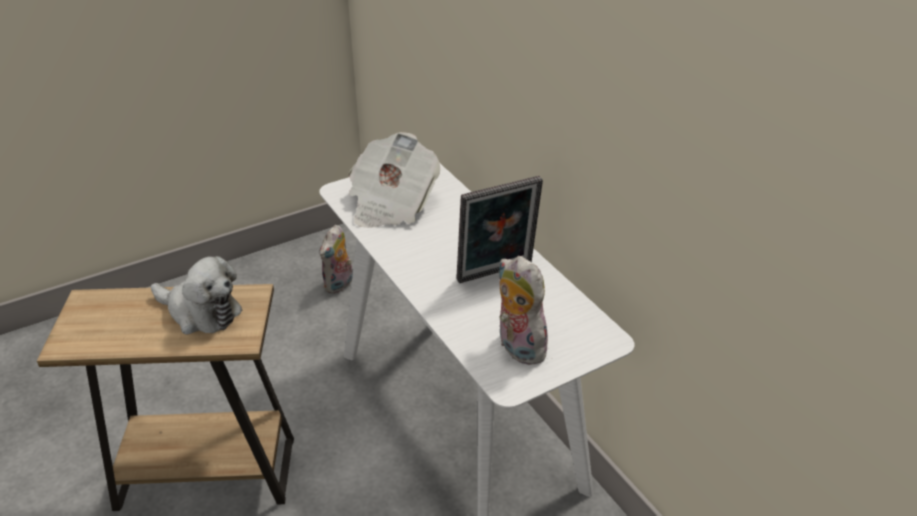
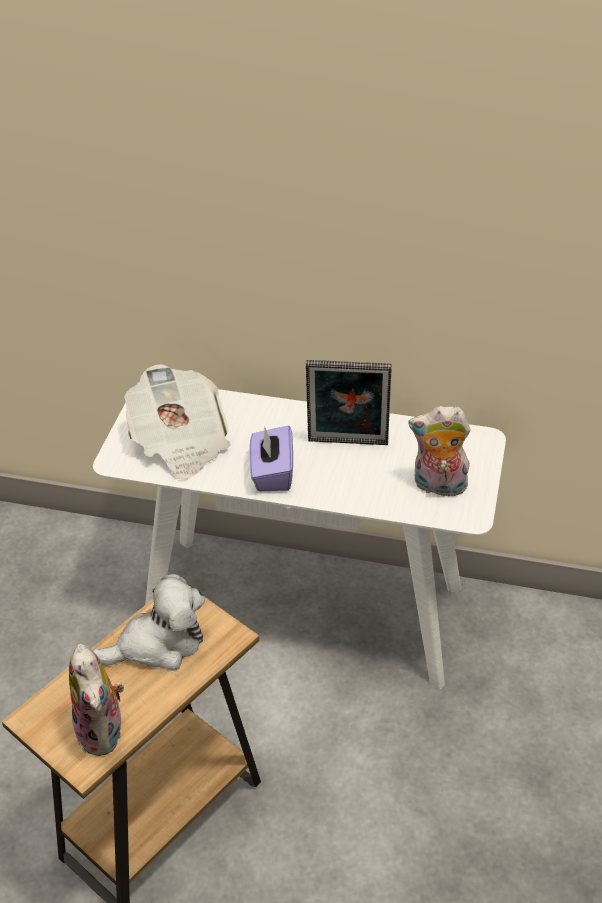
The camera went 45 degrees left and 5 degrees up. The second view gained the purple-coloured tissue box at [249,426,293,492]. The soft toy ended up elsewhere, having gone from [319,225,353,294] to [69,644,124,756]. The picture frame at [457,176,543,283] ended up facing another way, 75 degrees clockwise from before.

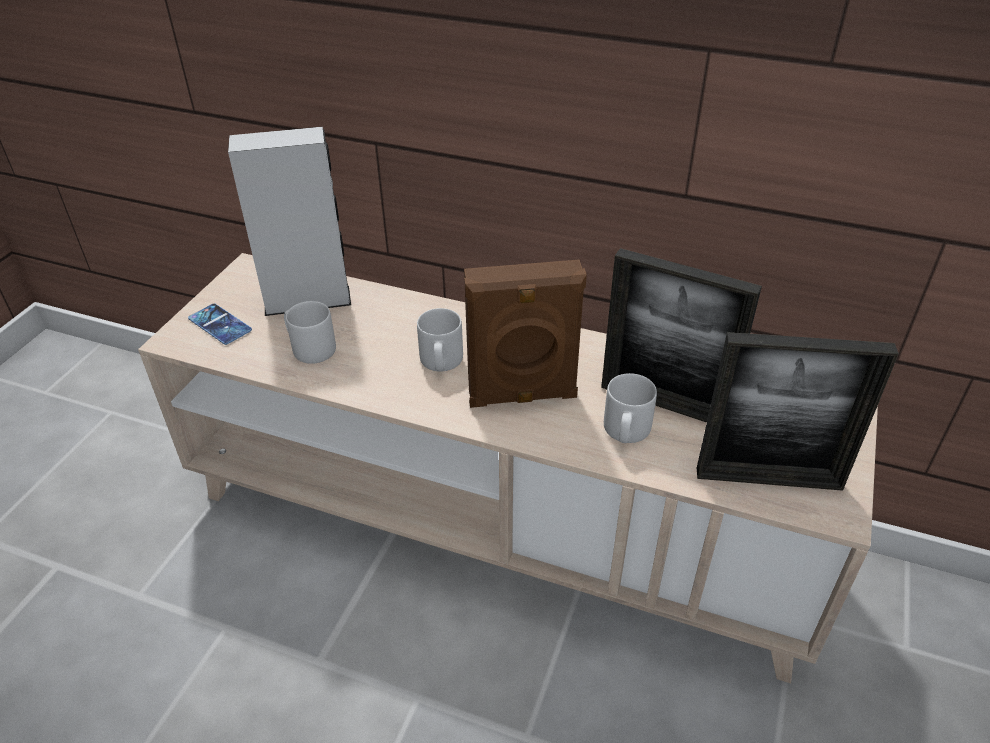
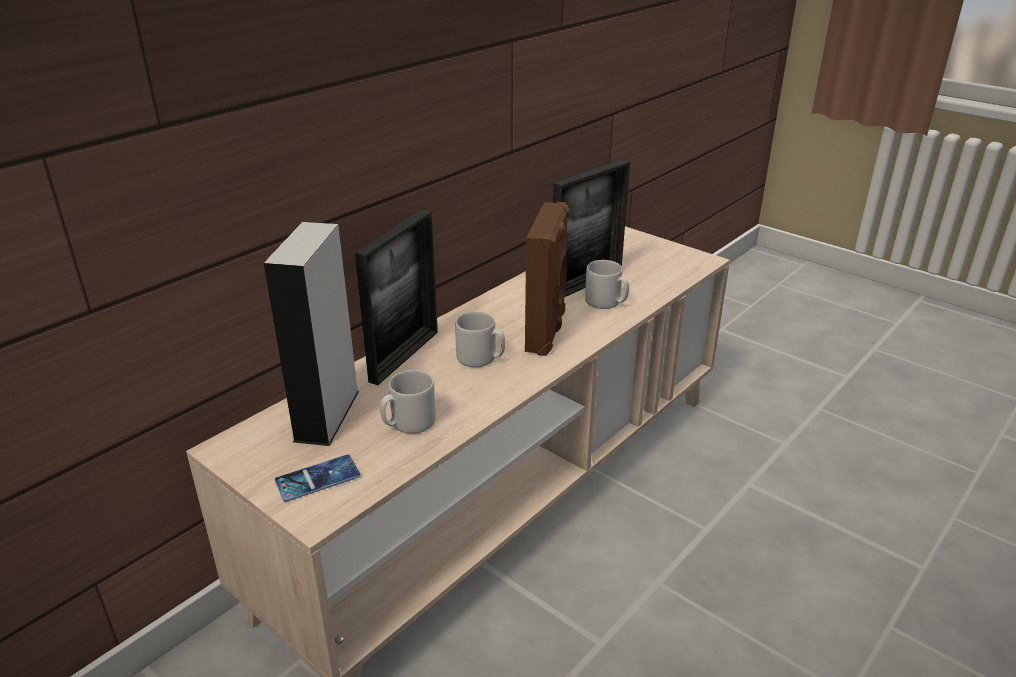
The camera went 70 degrees left and 10 degrees down. The picture frame ended up elsewhere, having gone from [697,332,899,491] to [355,210,438,385].

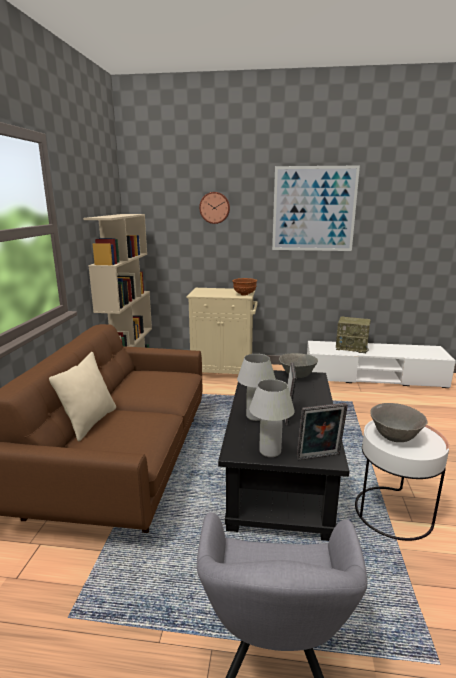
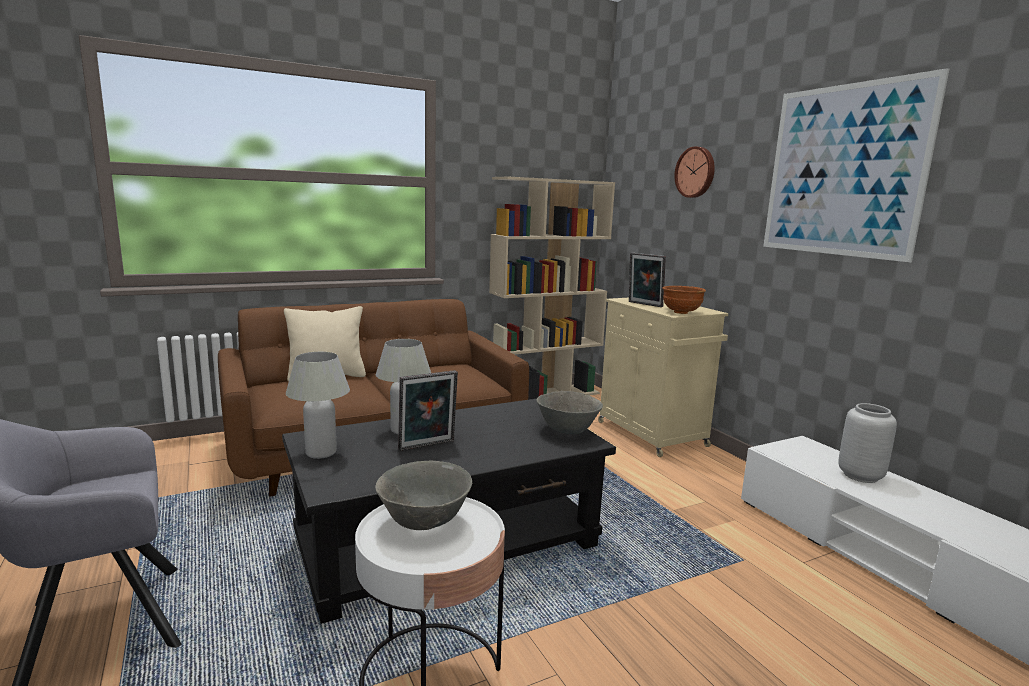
The camera went 55 degrees right and 5 degrees down. The picture frame ended up elsewhere, having gone from [297,403,348,461] to [629,253,666,307]. Where the radio receiver stood at [336,316,371,353], the greyish decorative vase came to stand at [838,403,897,483].

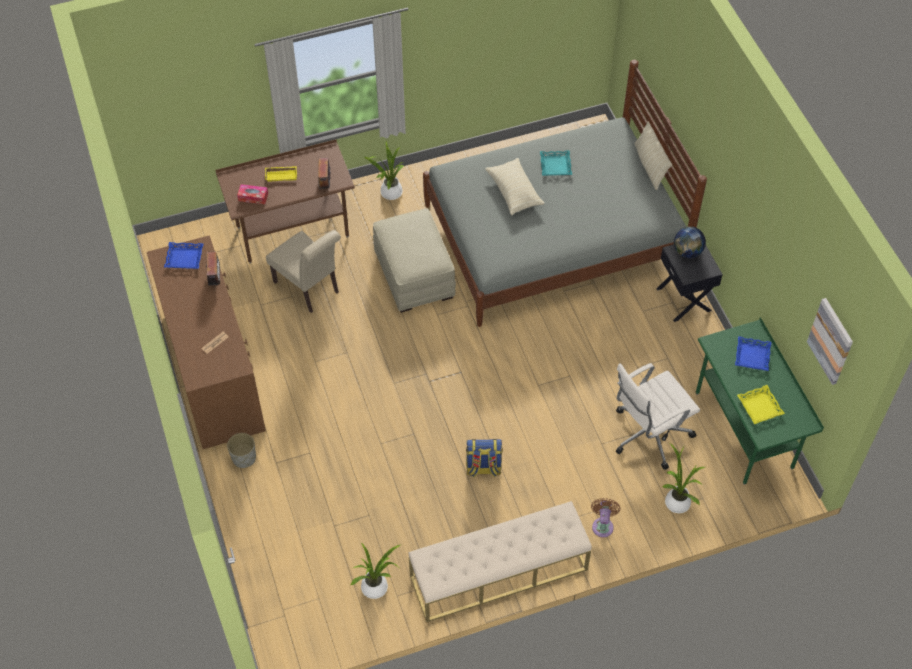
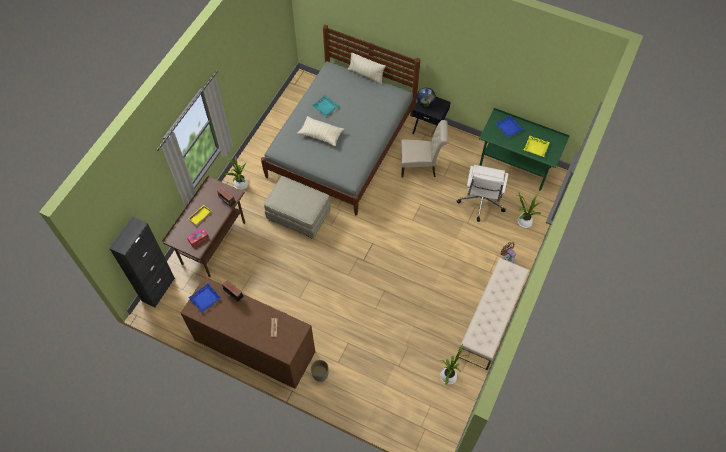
The camera went 45 degrees left and 5 degrees up. The second view lost the backpack at [466,439,503,477]. The second view lost the wall picture at [807,298,853,385]. The second view gained the black cupboard at [109,217,175,307]. The beige chair ended up elsewhere, having gone from [266,230,341,313] to [401,120,448,178].

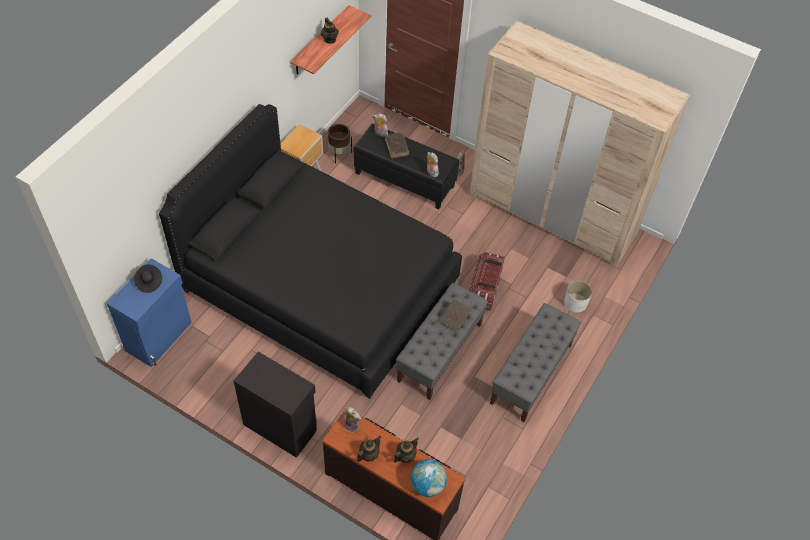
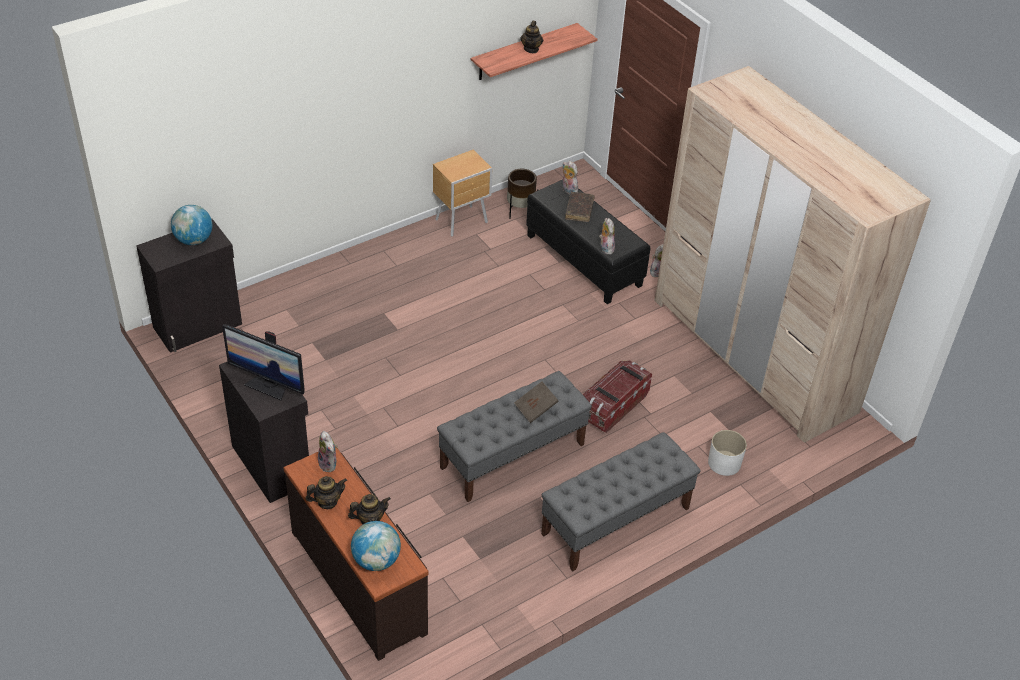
The camera went 25 degrees right and 10 degrees down. The second view lost the black sleeping bed at [159,104,462,399]. The second view gained the monitor at [222,324,305,400]. Where the black wearable hat stood at [134,264,162,293], the world globe came to stand at [171,205,212,245]. What was the bluish cupboard at [107,258,192,367] turned into the black cupboard at [136,219,242,353].

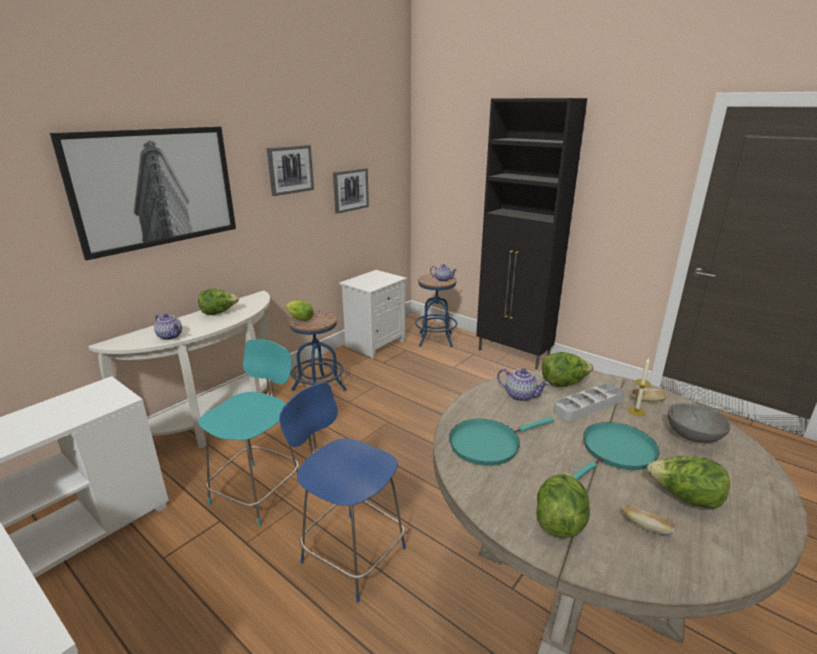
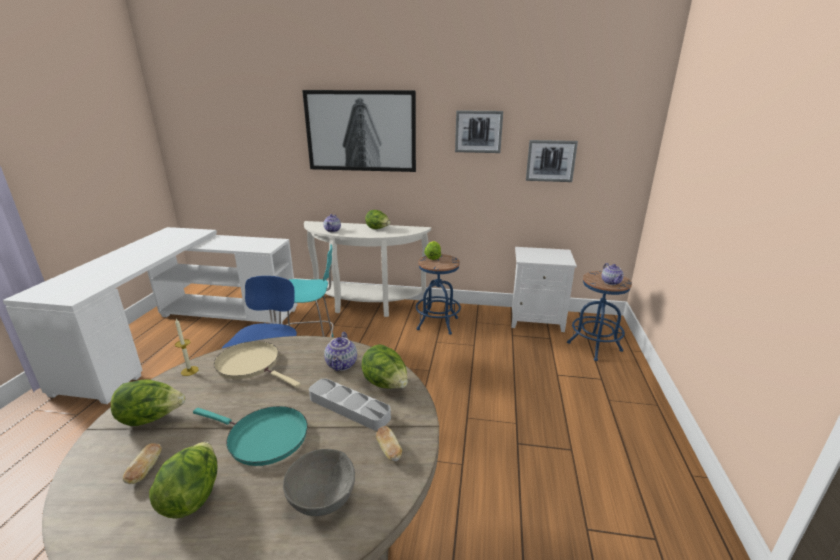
The camera went 60 degrees right and 0 degrees up. The second view lost the black cupboard at [476,98,587,369]. The wax light ended up elsewhere, having gone from [628,358,651,416] to [175,319,199,376]. What was the turquoise frying pan at [449,417,554,466] turned into the beige frying pan at [214,341,301,388].

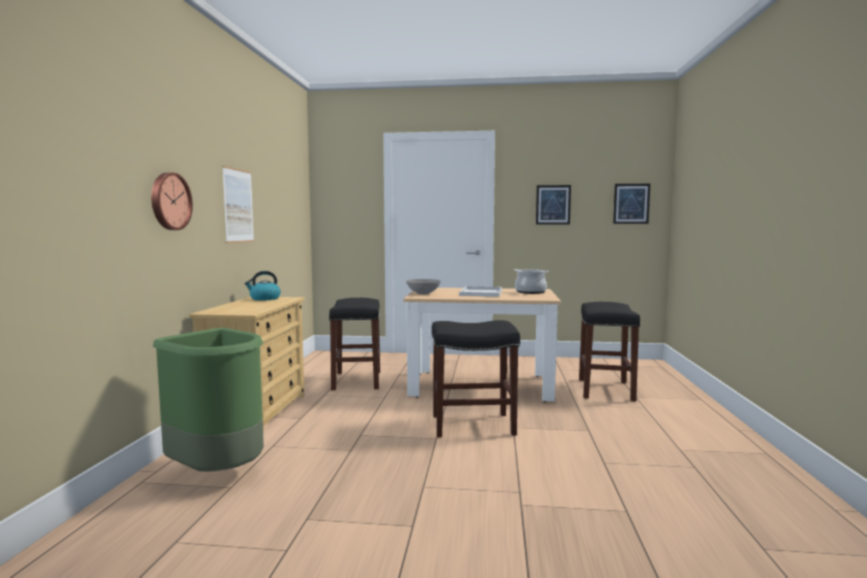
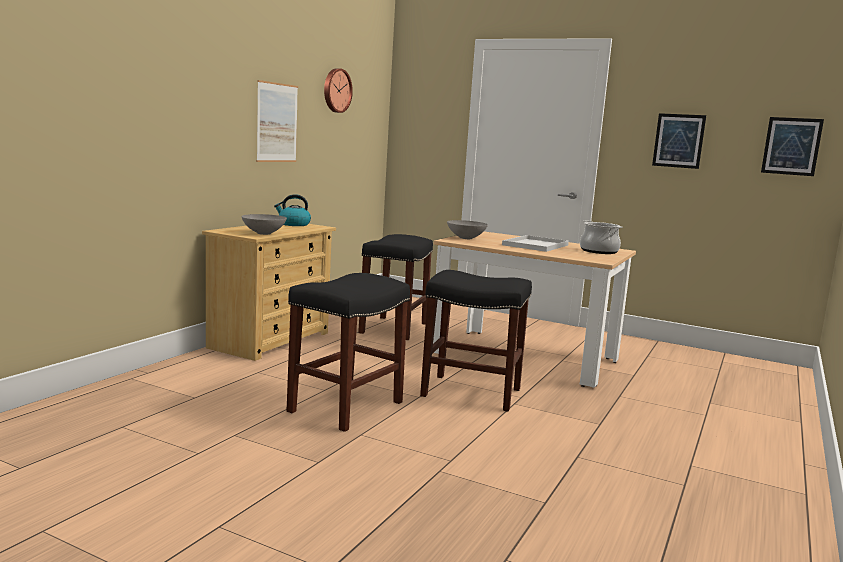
The camera went 20 degrees right and 5 degrees up. The second view lost the greenish rubbish bin at [153,328,264,472]. The second view gained the greyish deep dish at [241,214,287,235]. The clock on the wall ended up elsewhere, having gone from [151,173,193,230] to [324,68,353,113]. The black stool seat ended up elsewhere, having gone from [579,302,641,402] to [287,273,410,432].

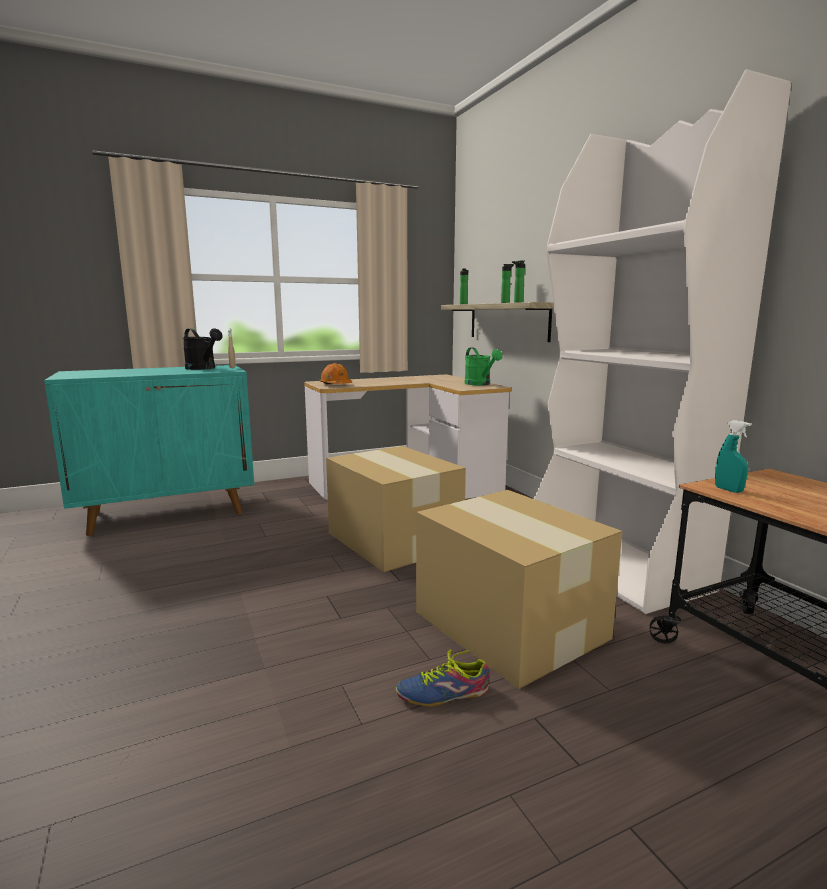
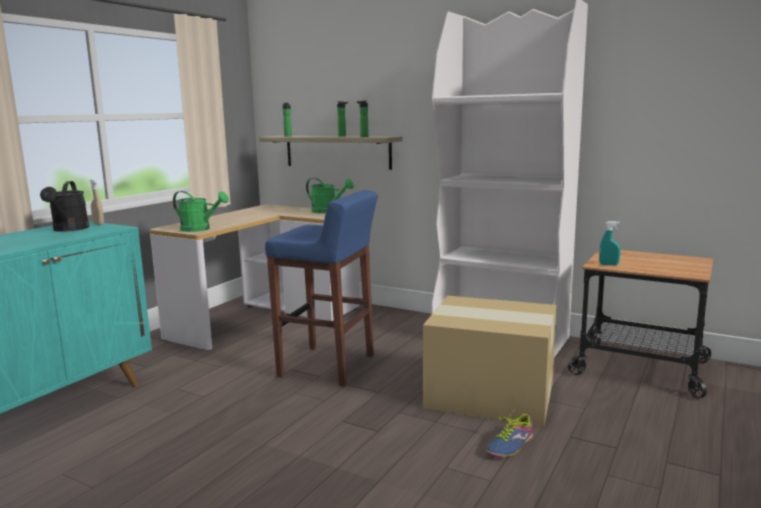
The camera went 35 degrees left and 0 degrees up. Where the orange safety helmet stood at [320,363,352,384], the greenish watering pot came to stand at [173,191,229,232]. Where the packing box stood at [326,446,466,572], the bluish stool seat came to stand at [265,190,377,386]. The black watering pot at [183,328,223,370] ended up facing another way, 75 degrees clockwise from before.

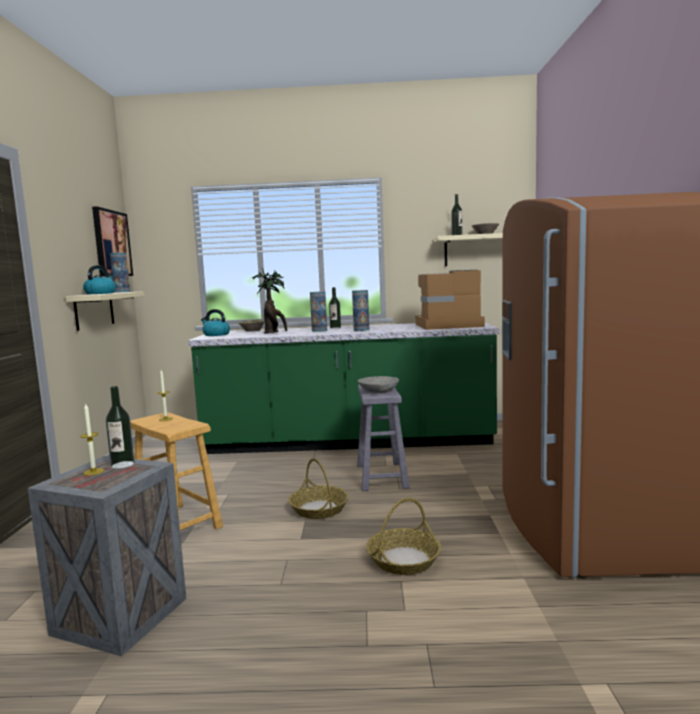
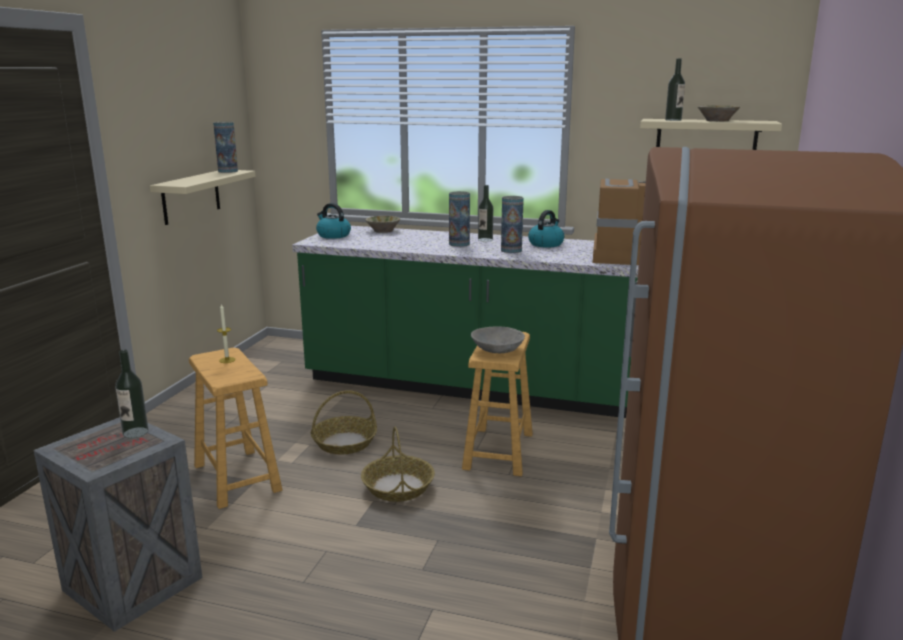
The camera went 15 degrees right and 10 degrees up. The second view lost the wax light at [80,404,104,476]. The second view lost the wall picture at [92,206,133,276]. The second view lost the houseplant at [252,268,287,333]. The kettle ended up elsewhere, having gone from [83,265,116,294] to [528,210,564,248]. The storage basket ended up elsewhere, having gone from [366,497,441,575] to [311,390,377,454]. What was the greyish stool seat at [357,384,410,491] turned into the brown stool seat at [462,332,533,476].

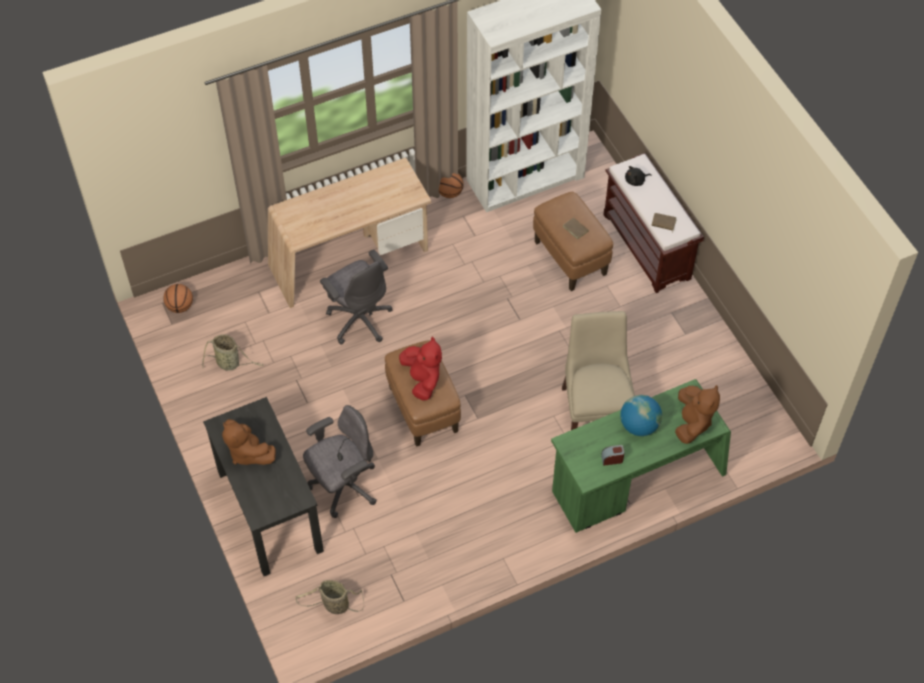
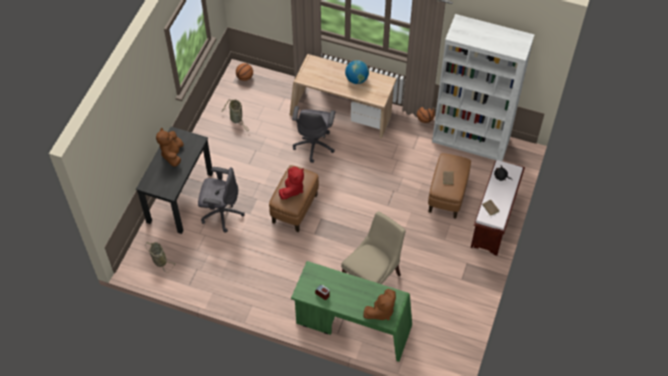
The camera went 45 degrees right and 0 degrees up. The world globe ended up elsewhere, having gone from [620,395,662,436] to [345,60,369,84].

